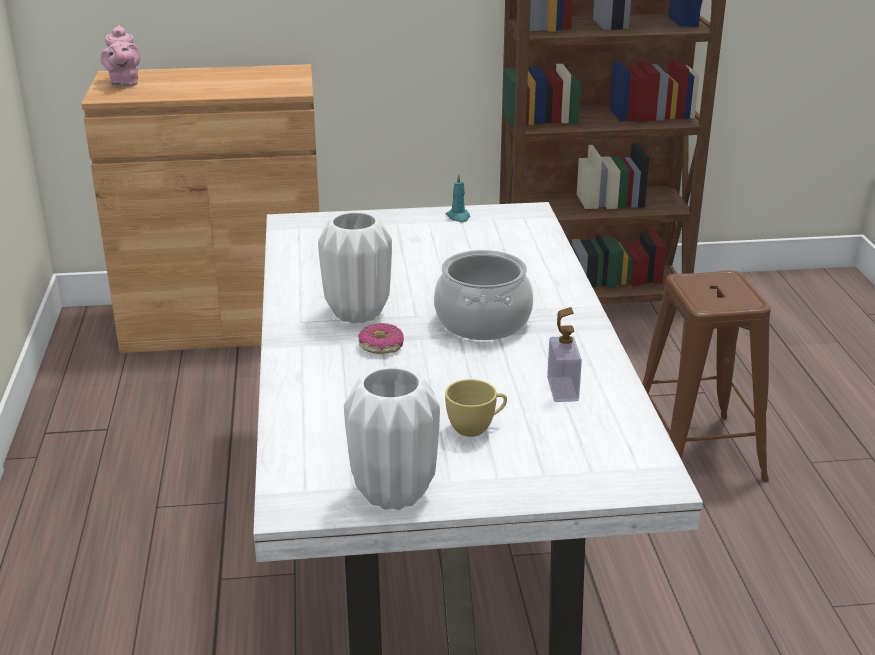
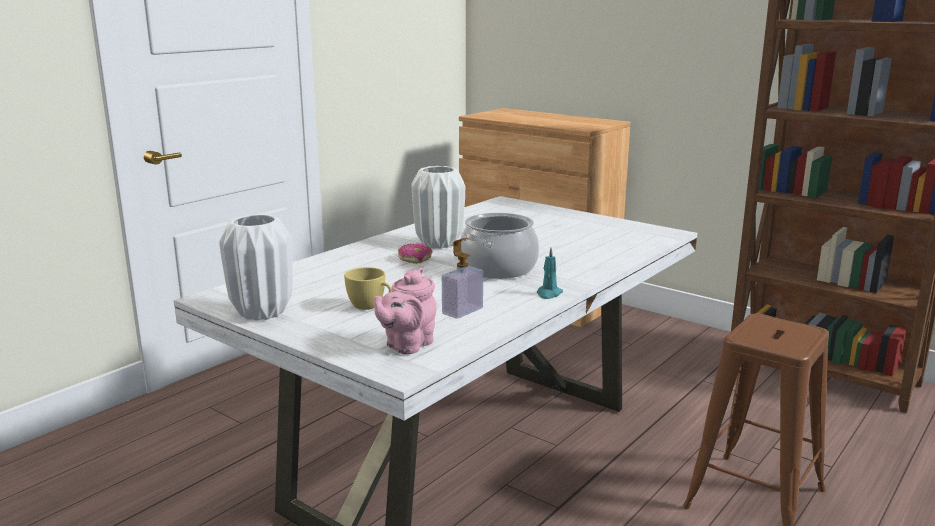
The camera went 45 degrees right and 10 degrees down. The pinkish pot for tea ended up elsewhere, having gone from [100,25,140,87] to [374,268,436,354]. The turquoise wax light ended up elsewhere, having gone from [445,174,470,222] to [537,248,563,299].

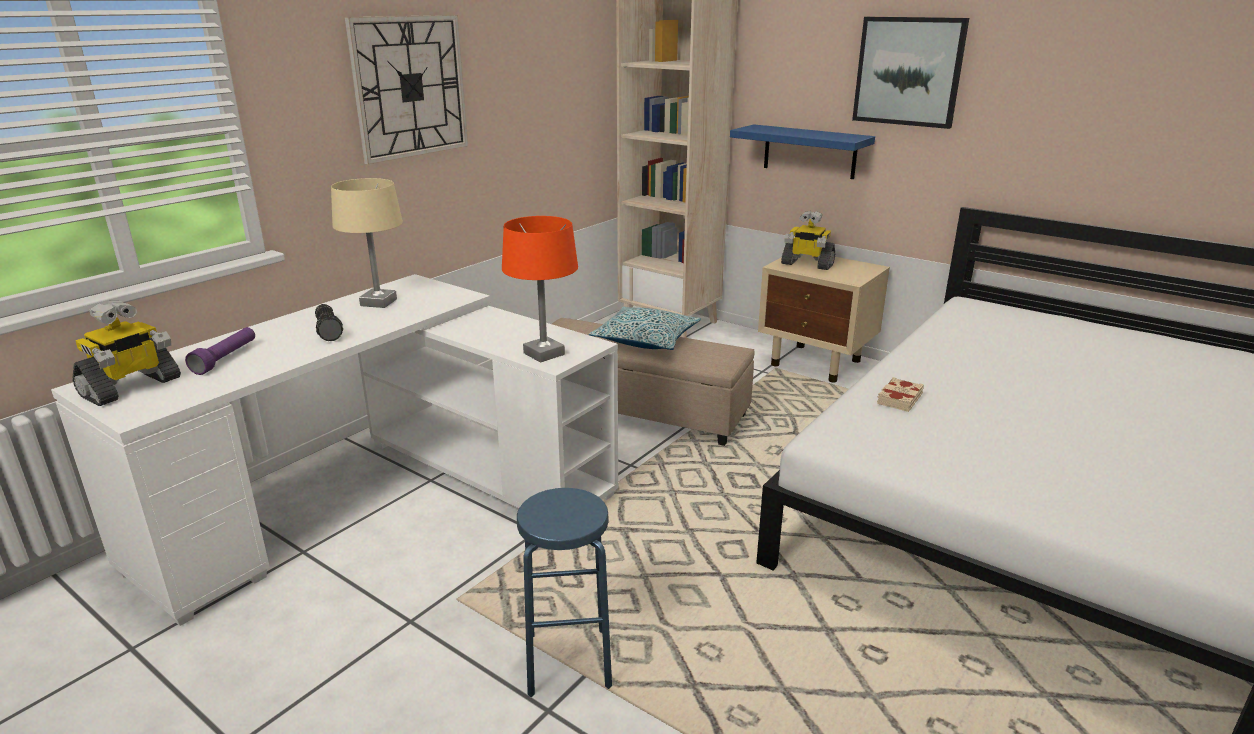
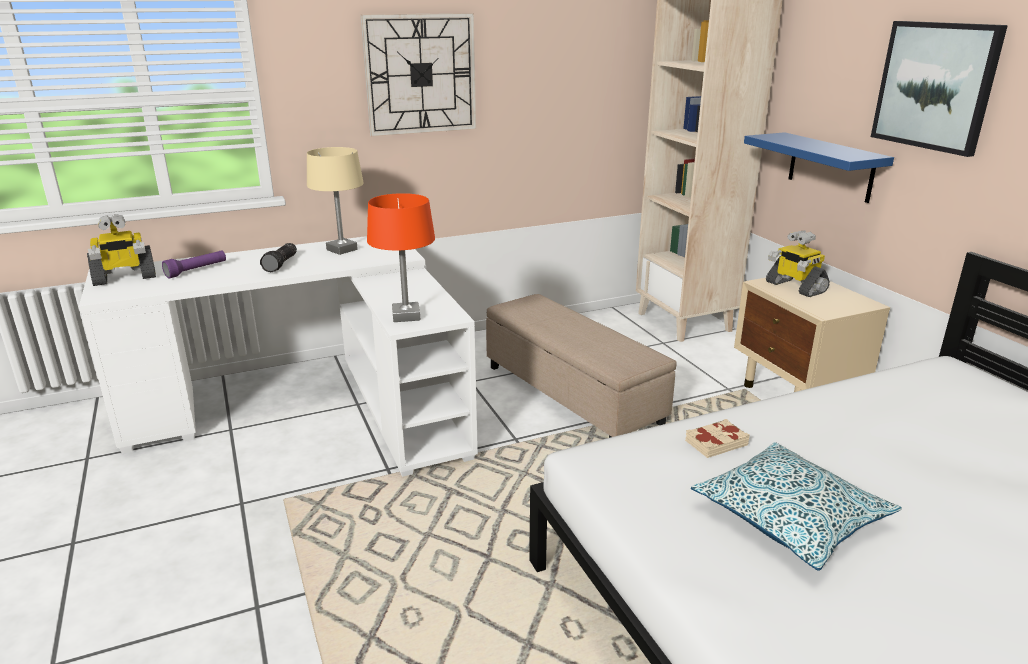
The camera went 30 degrees right and 0 degrees up. The second view lost the bluish stool seat at [517,488,612,697]. The pillow ended up elsewhere, having gone from [589,307,701,350] to [691,442,902,571].

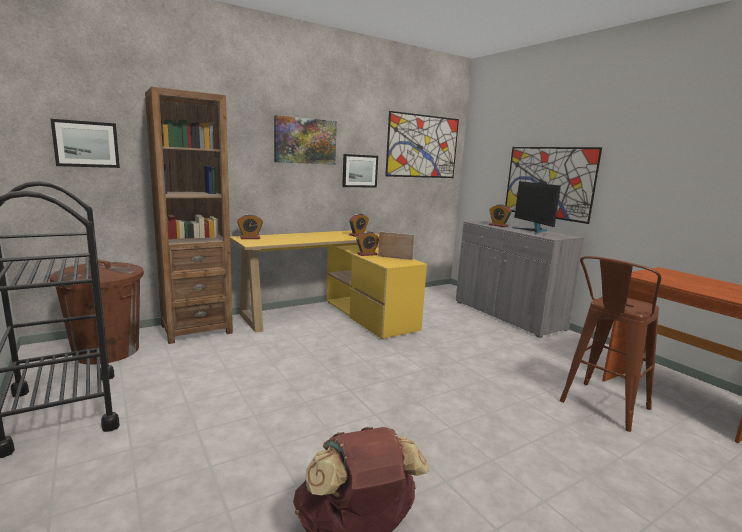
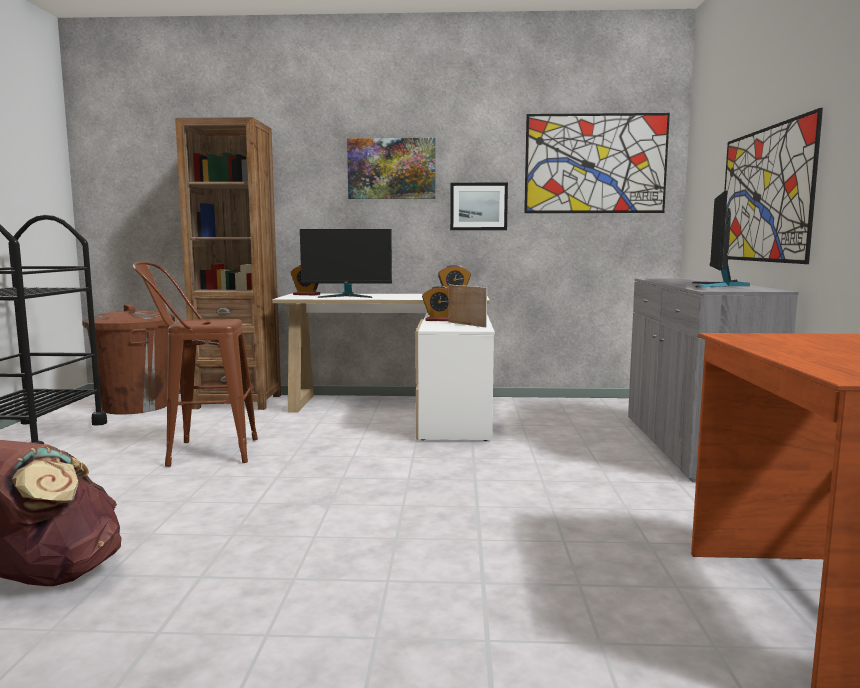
The camera went 35 degrees right and 5 degrees down. The second view lost the wall picture at [50,119,120,168]. The second view lost the bedside clock at [489,204,512,227]. The second view gained the monitor at [300,229,392,298]. The brown stool seat ended up elsewhere, having gone from [560,256,662,432] to [133,262,258,467]. What was the yellow desk at [230,230,427,339] turned into the whitish desk at [272,293,495,441].

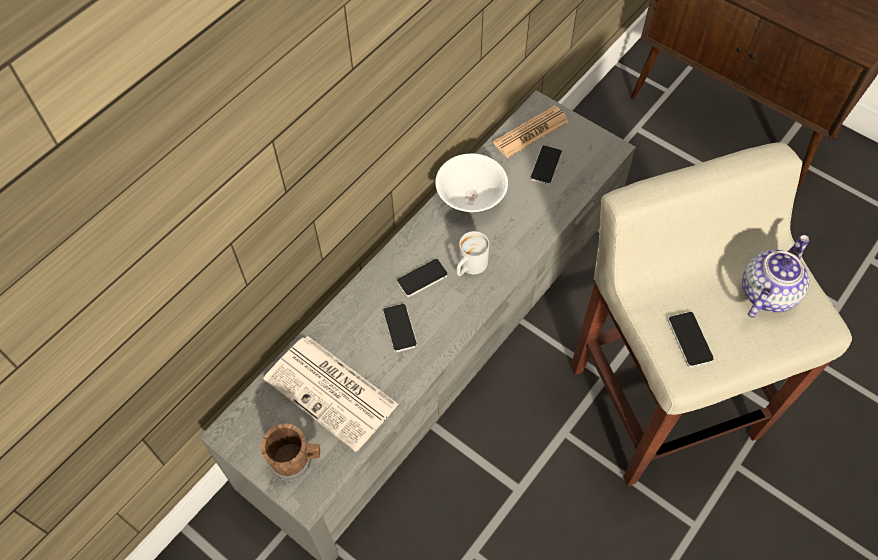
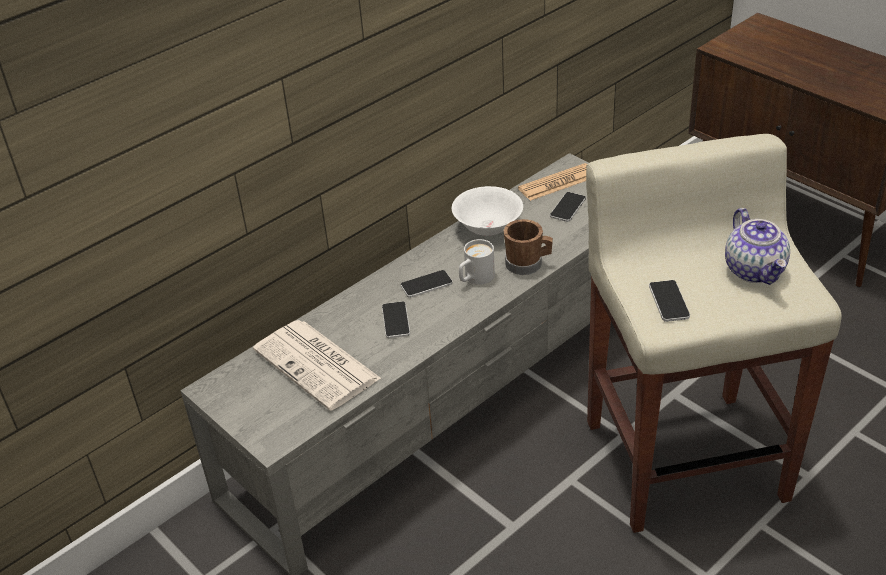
The camera went 10 degrees right and 20 degrees down. The brown tea mug ended up elsewhere, having gone from [261,423,320,481] to [503,219,553,275]. The pot for tea at [742,235,809,318] ended up facing another way, 120 degrees clockwise from before.

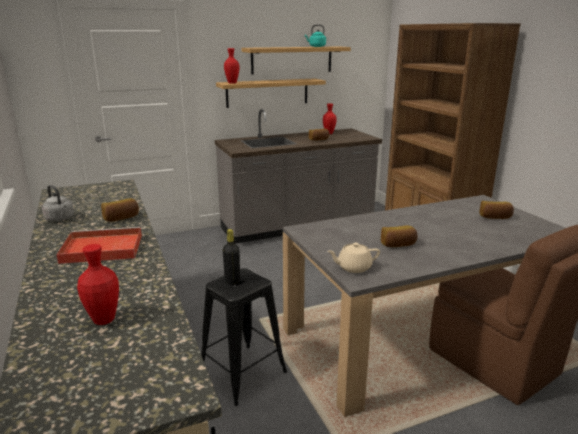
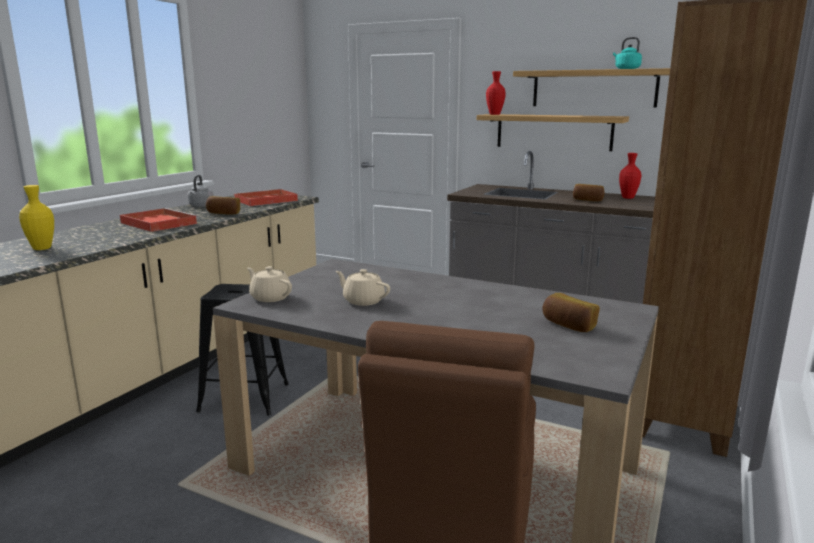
The camera went 50 degrees right and 5 degrees down. The second view lost the black drink bottle at [223,229,240,284]. The second view gained the red-coloured tray at [234,189,298,206]. Where the bakery bread stood at [381,225,417,247], the beige pot for tea came to stand at [335,269,390,306]. What was the red-coloured decorative vase at [77,244,119,325] turned into the yellow decorative vase at [19,185,54,250].

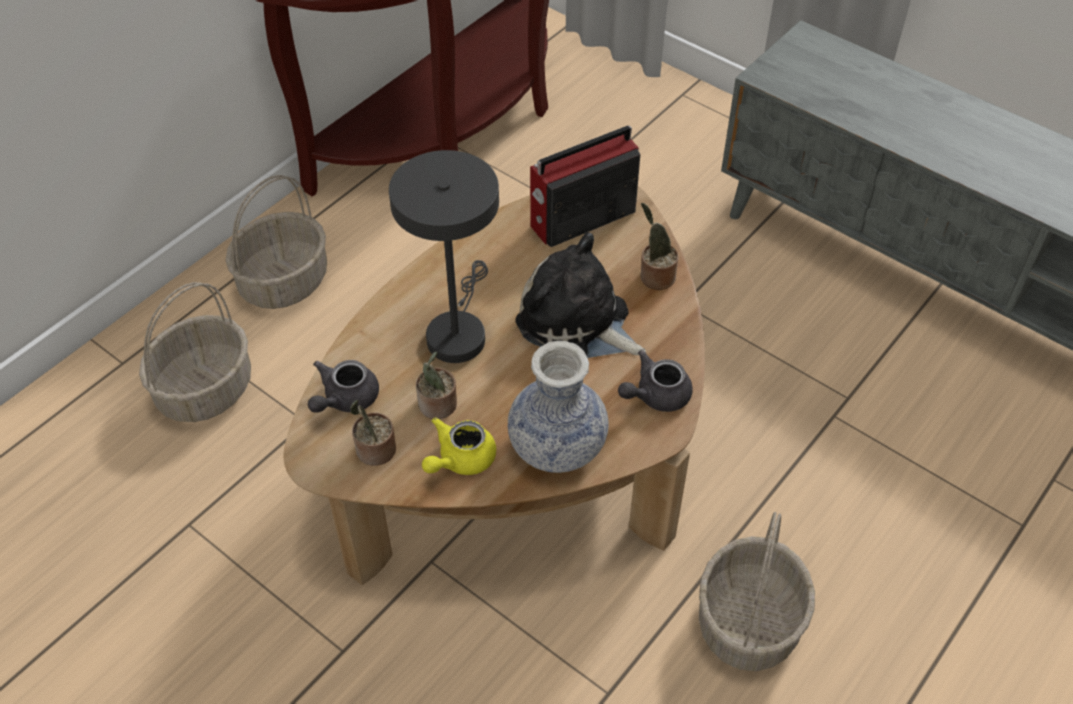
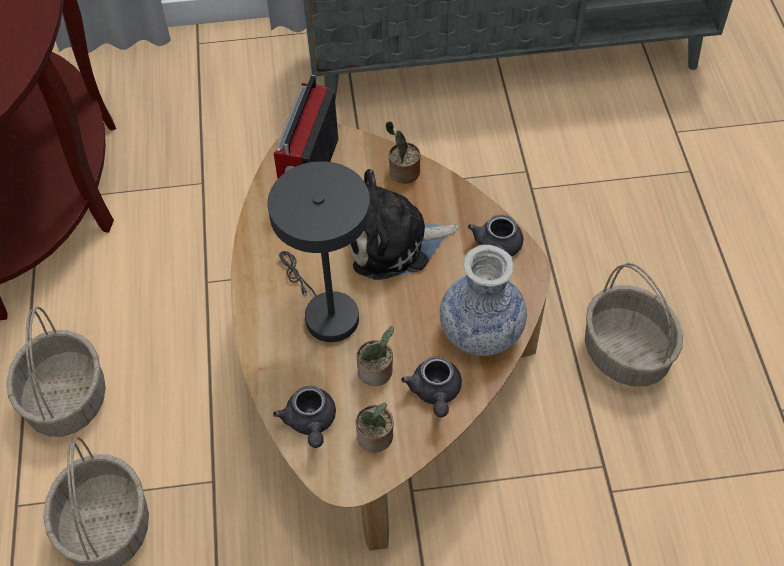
The camera went 45 degrees left and 5 degrees up. What was the yellow pot for tea at [422,417,496,475] turned into the greyish pot for tea at [401,356,462,417].

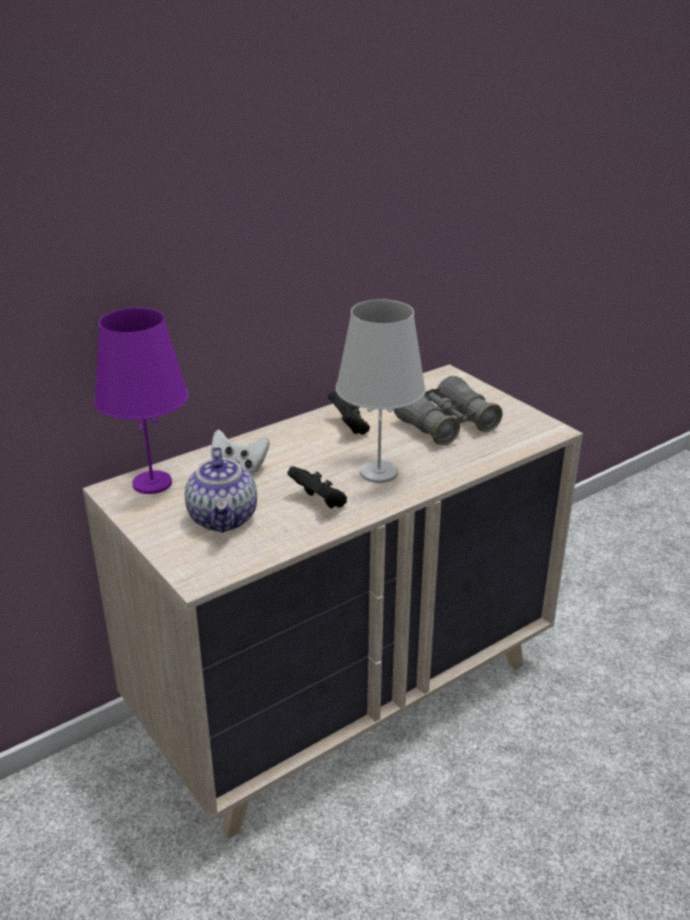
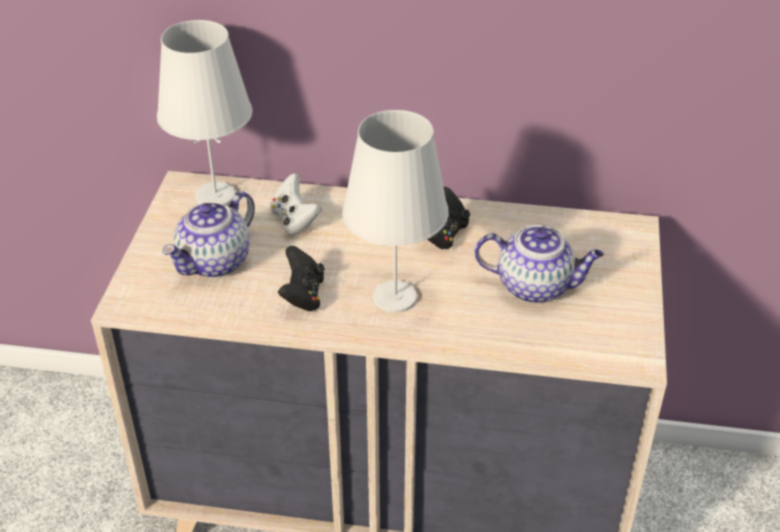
The camera went 45 degrees right and 10 degrees up. Where the greyish field glasses stood at [393,376,503,445], the pot for tea came to stand at [474,225,604,303]. What was the purple-coloured tabletop lamp at [94,308,188,494] turned into the whitish tabletop lamp at [157,20,253,205].

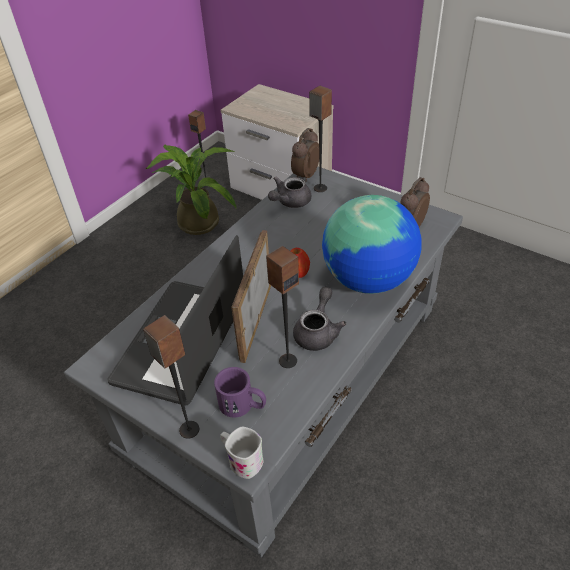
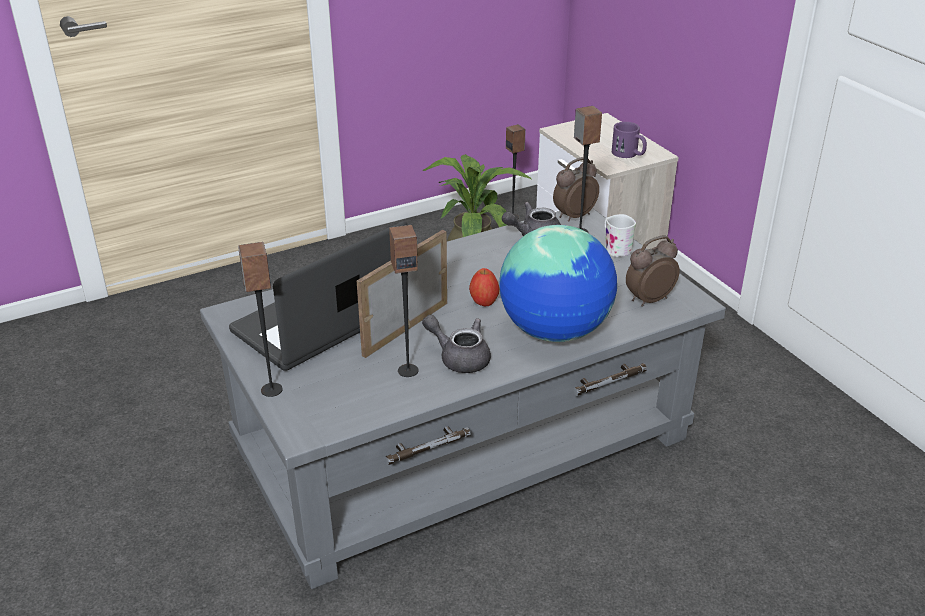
The camera went 25 degrees right and 10 degrees down. The purple-coloured tea mug ended up elsewhere, having gone from [214,367,266,418] to [612,122,647,158]. The whitish tea mug ended up elsewhere, having gone from [220,427,264,479] to [604,214,636,257]. The greyish pot for tea at [293,287,346,351] ended up facing another way, 105 degrees counterclockwise from before.

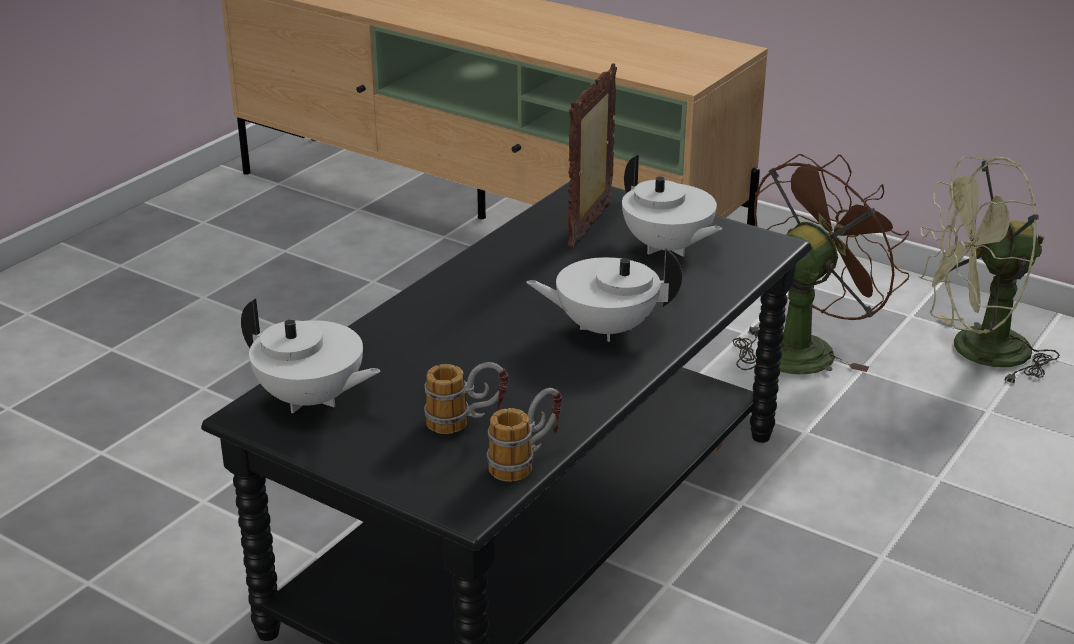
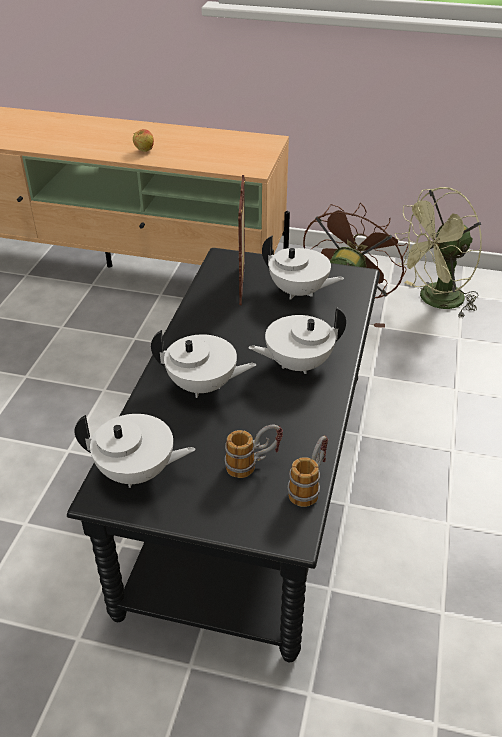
The camera went 20 degrees left and 10 degrees up. The second view gained the whole apple at [133,129,154,152]. The second view gained the whitish pot for tea at [151,330,256,398].

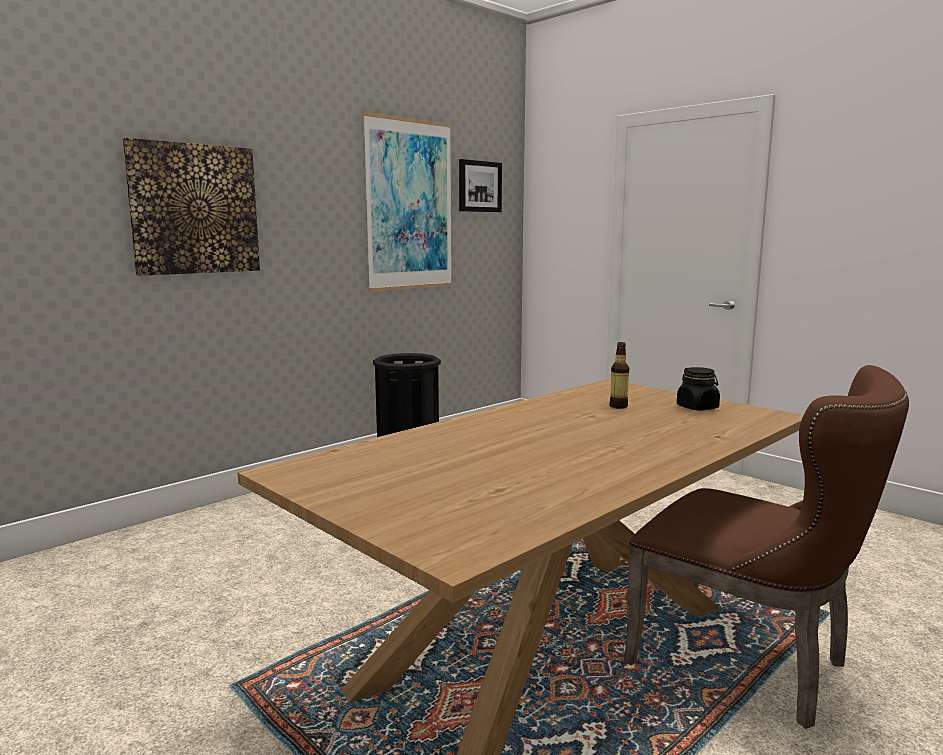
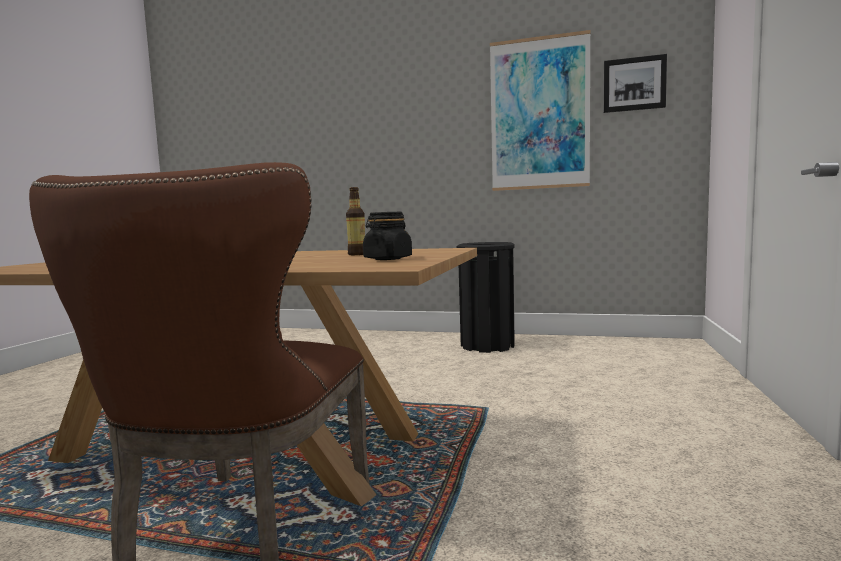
The camera went 60 degrees right and 5 degrees down. The second view lost the wall picture at [122,138,260,276].

